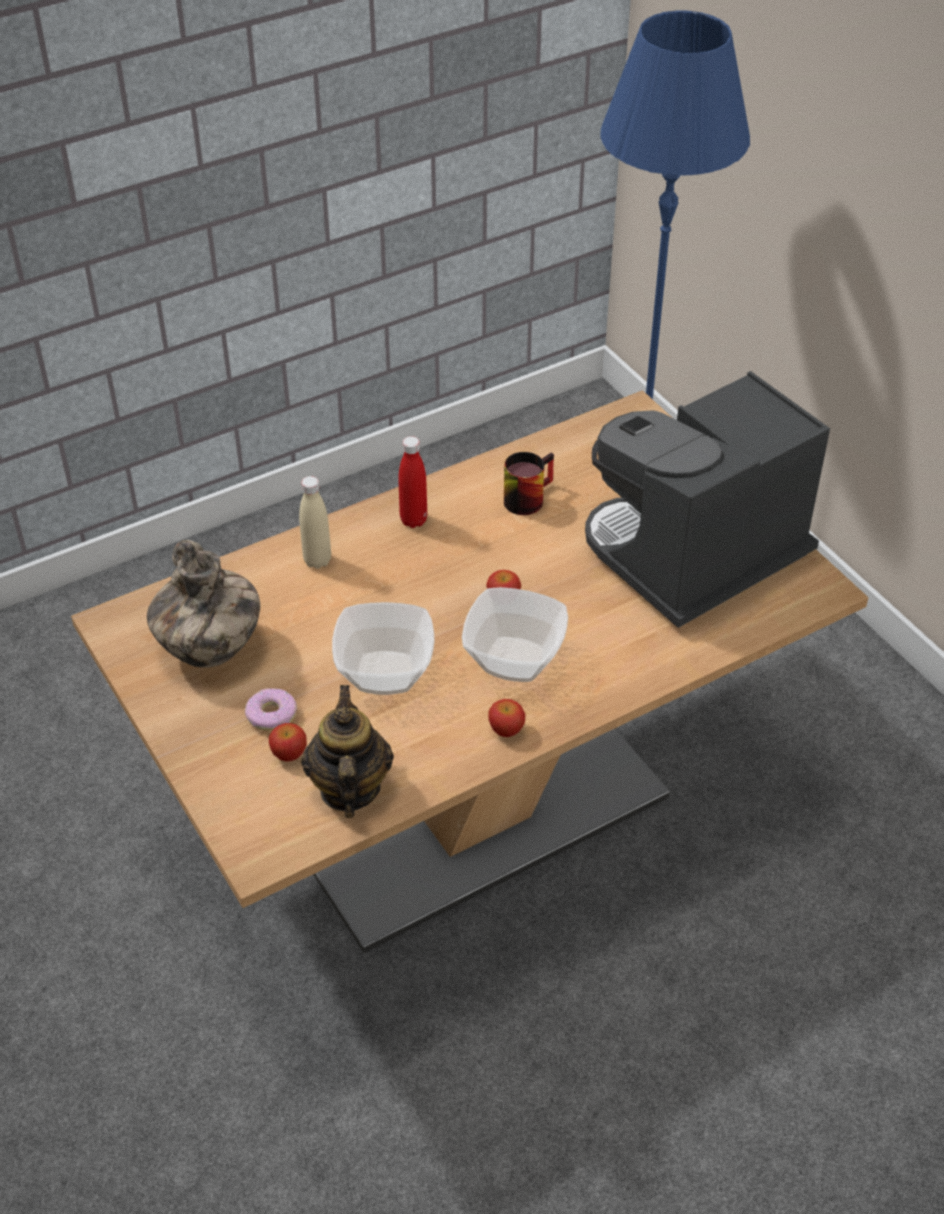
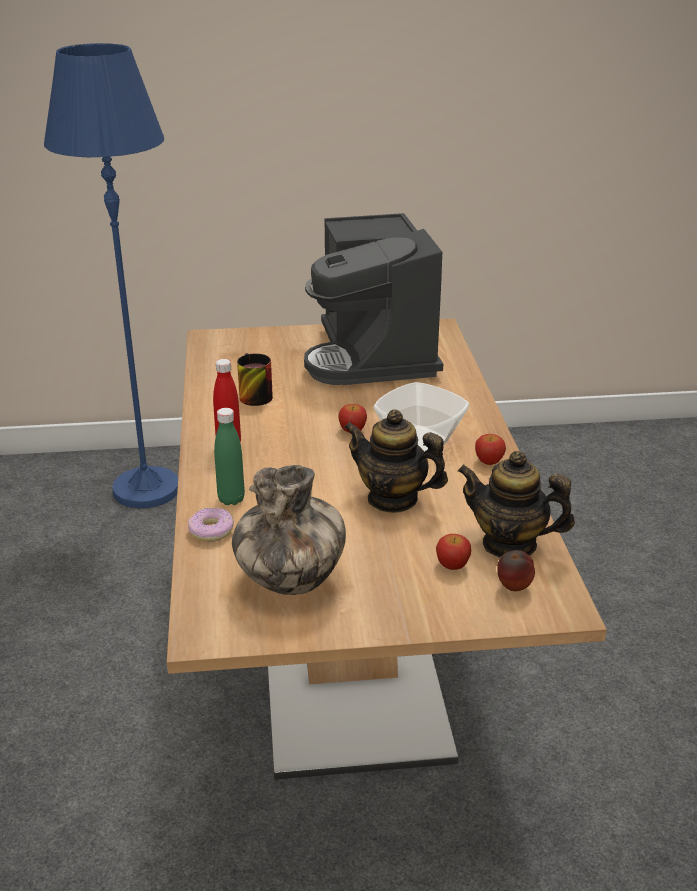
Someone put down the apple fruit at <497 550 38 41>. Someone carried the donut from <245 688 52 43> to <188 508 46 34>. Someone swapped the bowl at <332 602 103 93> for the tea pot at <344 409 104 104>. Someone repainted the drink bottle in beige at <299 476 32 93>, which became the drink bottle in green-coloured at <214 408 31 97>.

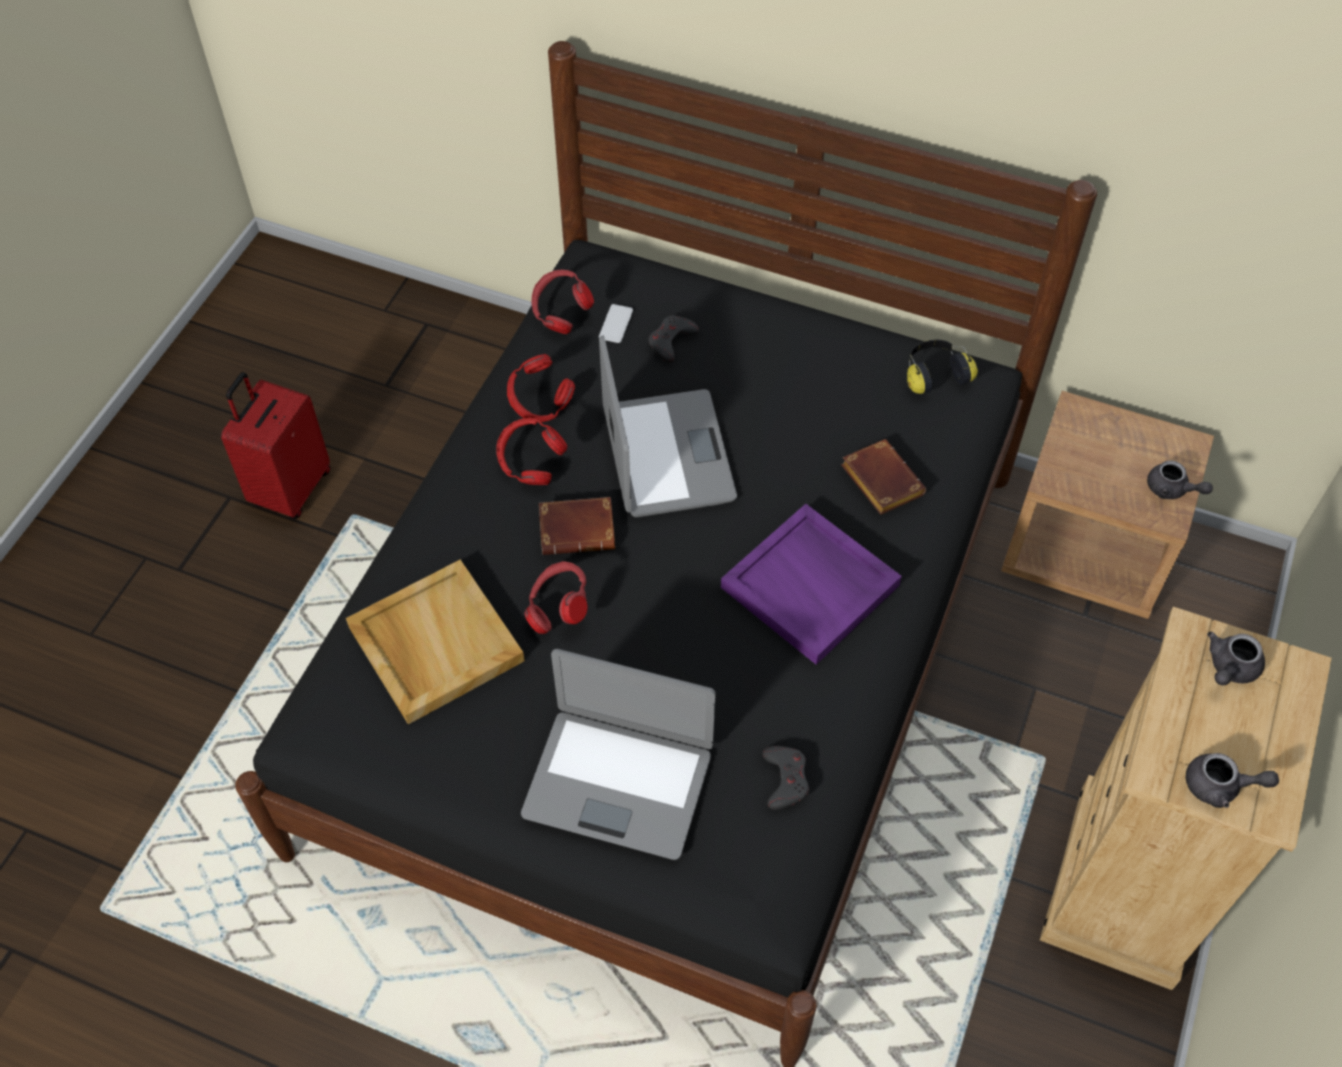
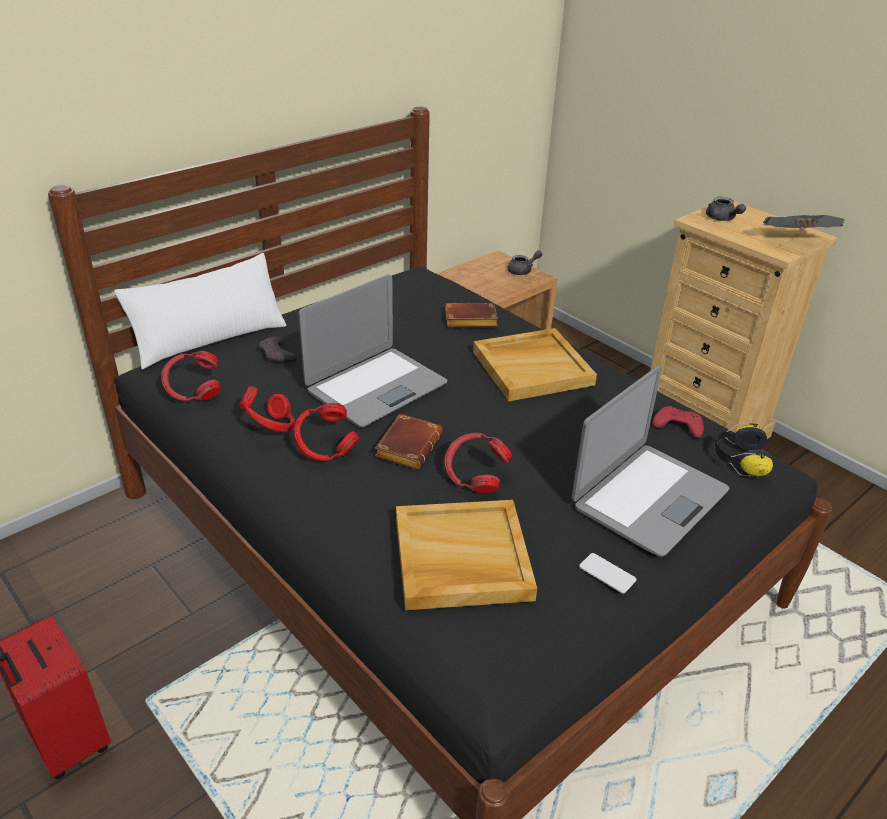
Someone put down the pillow in whitish at <114 253 173 116>. Someone carried the telephone from <599 304 34 39> to <579 553 58 40>. Someone carried the headphones from <907 340 71 54> to <715 423 58 55>. Someone swapped the tea pot in gray at <1186 753 93 55> for the newspaper at <763 215 82 15>. Someone repainted the carrying tray in purplish at <721 504 181 161>, which became the carrying tray in beige at <473 328 124 74>. Someone repainted the joypad in gray at <763 746 46 64>, which became the joypad in reddish at <652 406 52 32>. Someone rotated the notebook computer at <599 335 138 182> by 120 degrees clockwise.

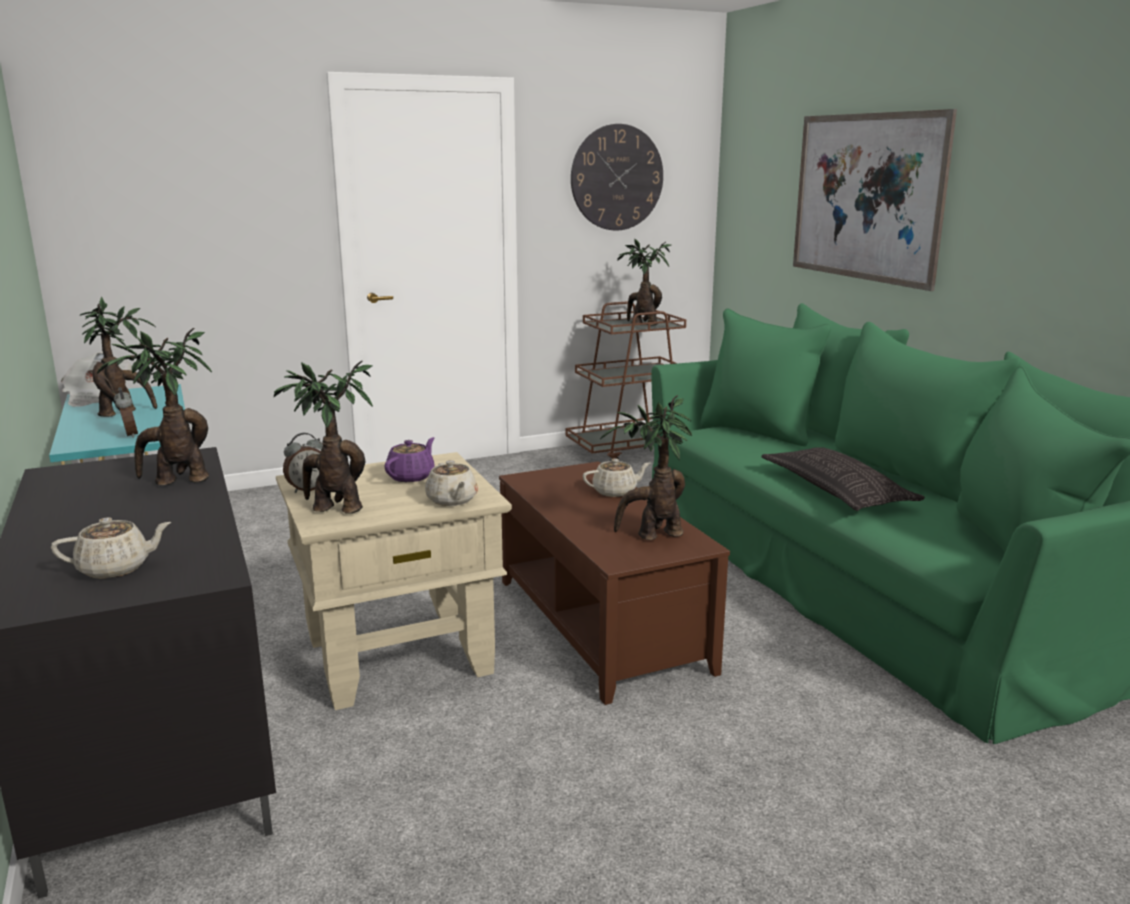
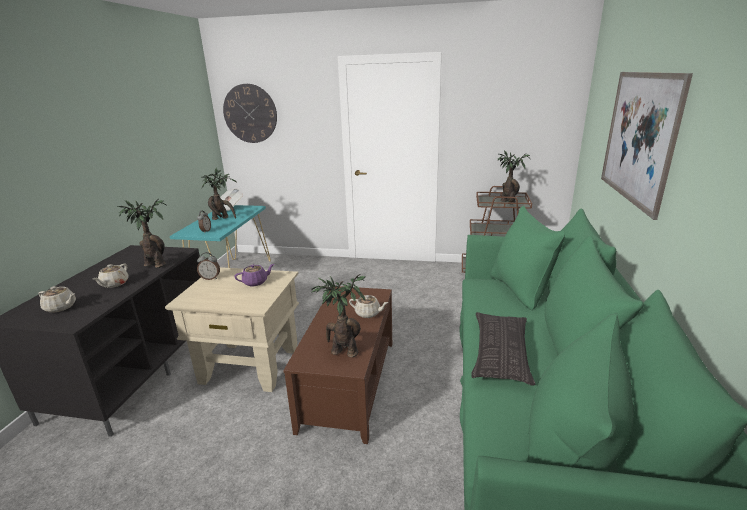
Someone took away the plant in a pot at <274 361 99 152>. Someone carried the tea pot in beige from <425 460 53 46> to <93 264 36 24>. Someone carried the clock on the wall from <571 124 92 107> to <223 84 54 59>.

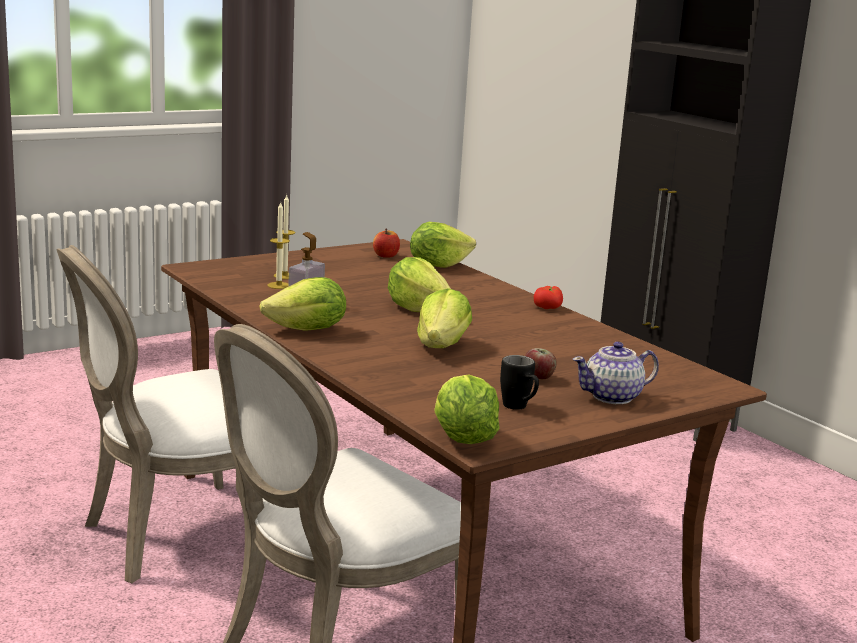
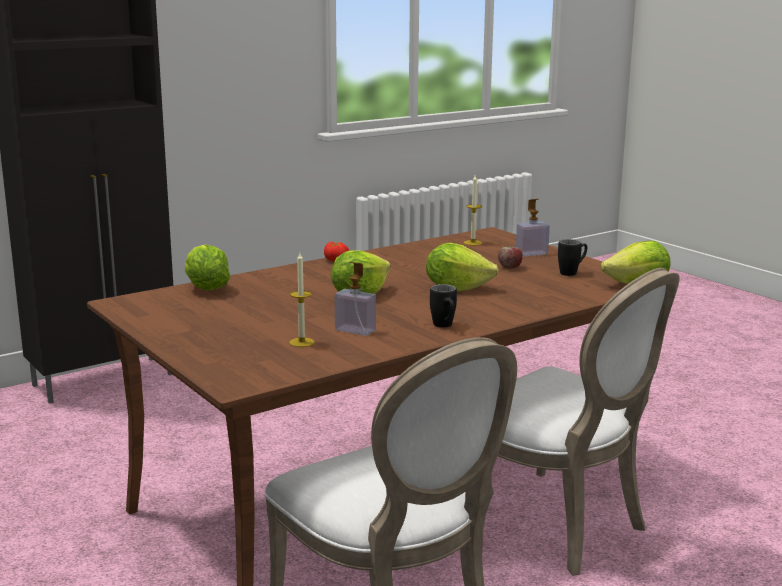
Someone took away the apple fruit at <373 228 27 30>. Someone carried the wax light from <274 194 21 85> to <464 175 18 71>. Someone swapped the head of lettuce at <259 277 87 54> for the mug in black-coloured at <430 284 27 44>. Someone swapped the tea pot at <572 341 87 63> for the soap dispenser at <516 199 34 58>.

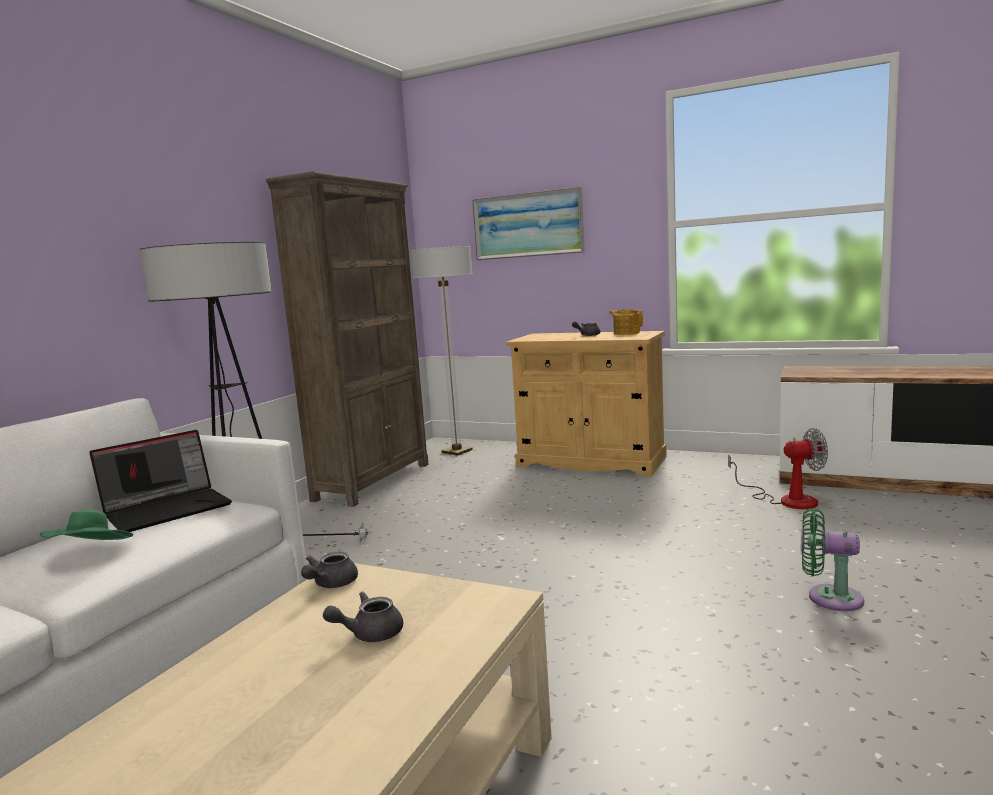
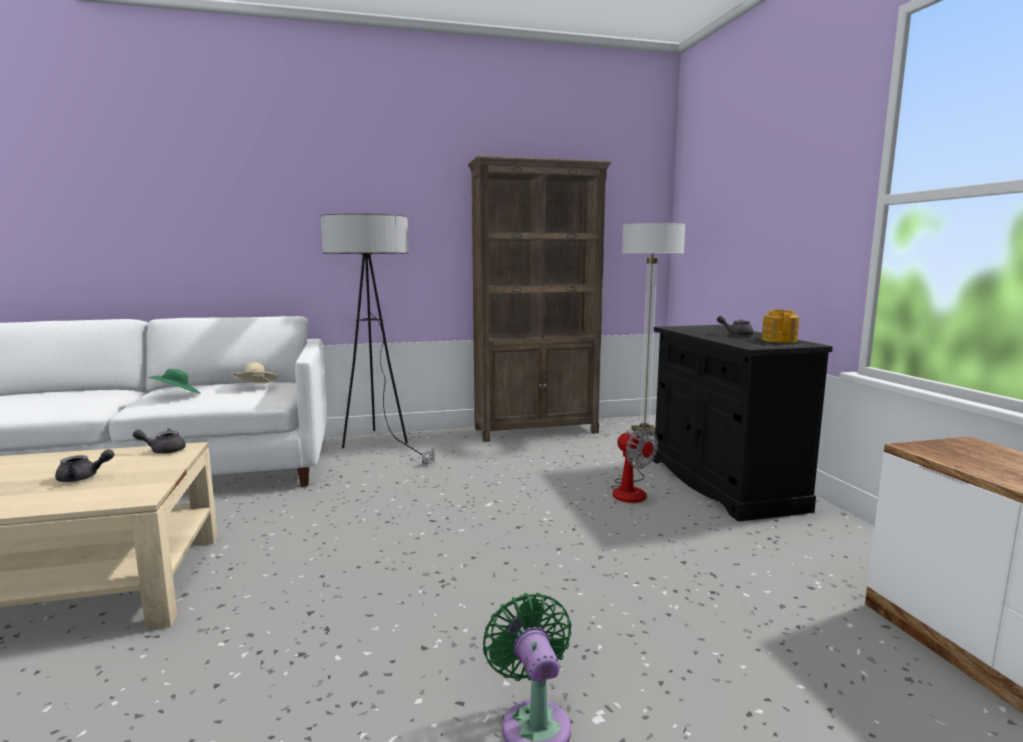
Someone took away the wall picture at <472 187 113 73>. Someone carried the electric fan from <728 428 100 81> to <611 427 47 76>. Someone swapped the notebook computer at <89 430 143 102> for the clothing hat in beige at <230 363 48 21>. Someone repainted the cabinet in beige at <506 331 161 145>, which became the cabinet in black-coloured at <651 325 182 196>. Someone rotated the tea pot in gray at <323 592 80 50> by 135 degrees clockwise.

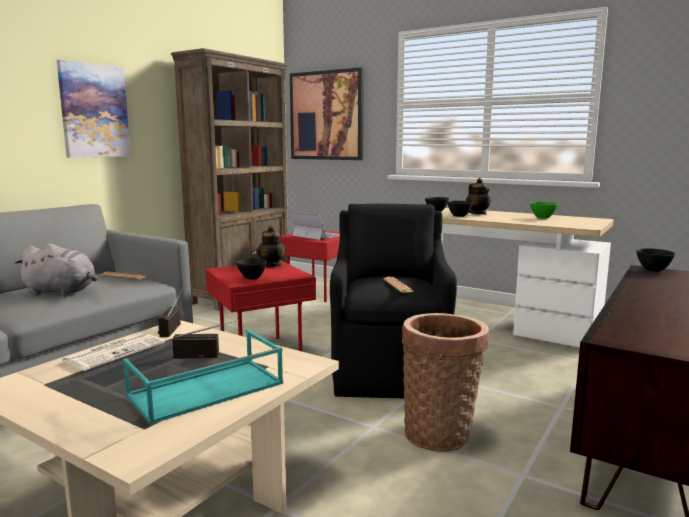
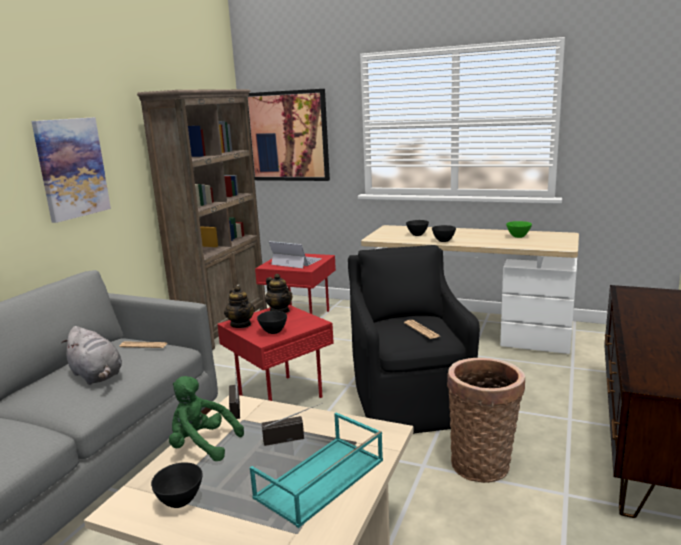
Someone carried the tea pot from <466 178 25 37> to <224 286 31 42>. Someone carried the bowl in black-coloured from <636 248 39 24> to <151 462 52 46>. Someone swapped the newspaper at <62 333 103 38> for the soft toy in green-coloured at <169 376 75 85>. Someone rotated the soft toy in gray at <15 244 82 52> by 45 degrees clockwise.

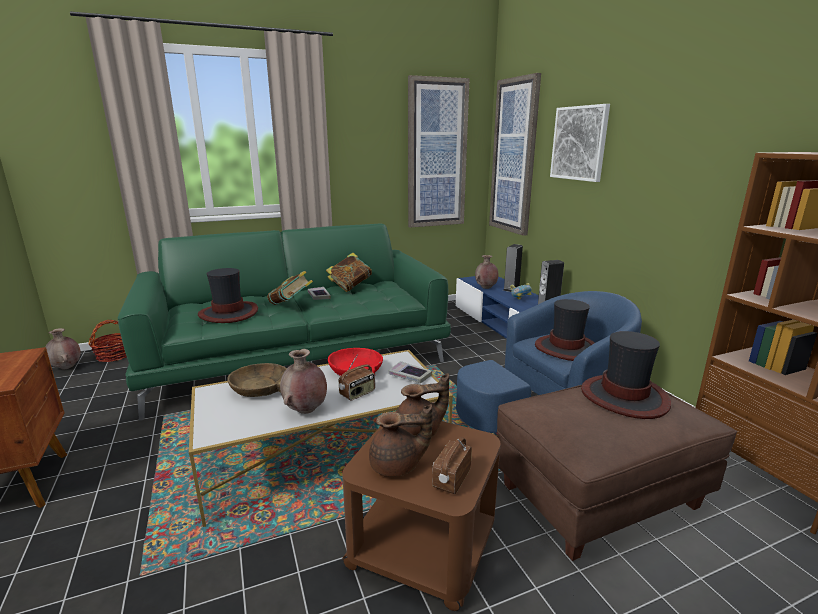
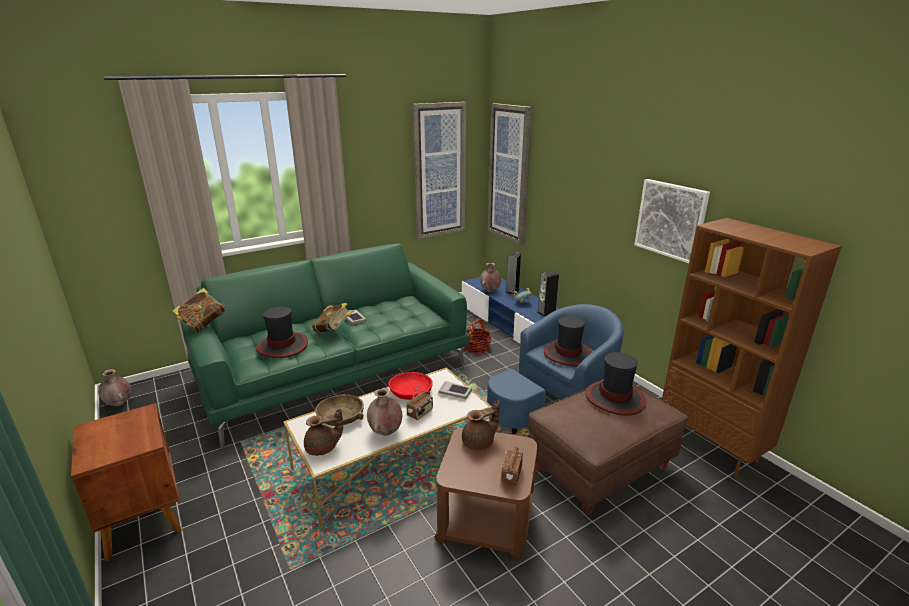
Someone carried the household basket from <88 320 39 42> to <463 319 29 34>. Someone carried the volume from <326 253 46 39> to <172 288 54 45>. Someone carried the tea pot in brown from <369 404 63 73> to <304 409 39 47>. Someone carried the wall picture from <550 104 60 78> to <635 179 75 84>.

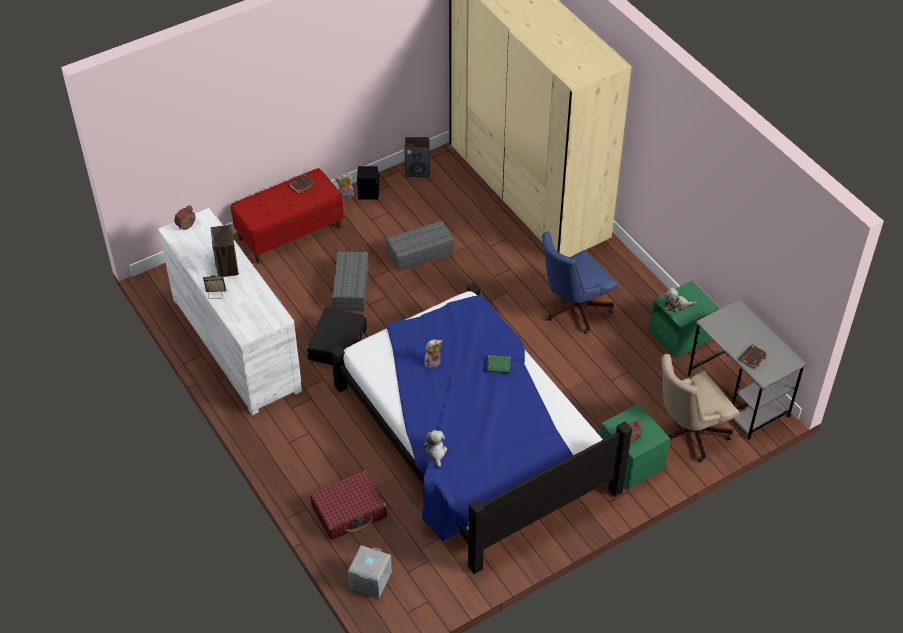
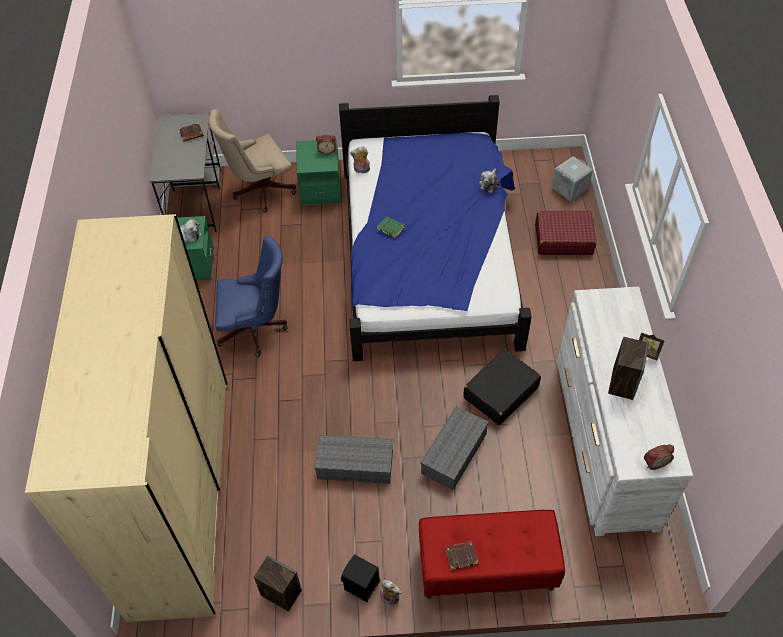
Someone carried the soft toy from <425 339 18 29> to <350 147 20 26>. Someone rotated the desk chair in beige at <661 354 78 108> by 150 degrees clockwise.

